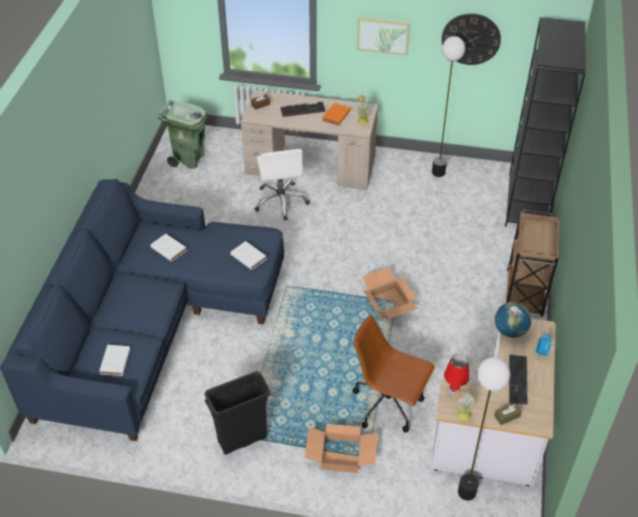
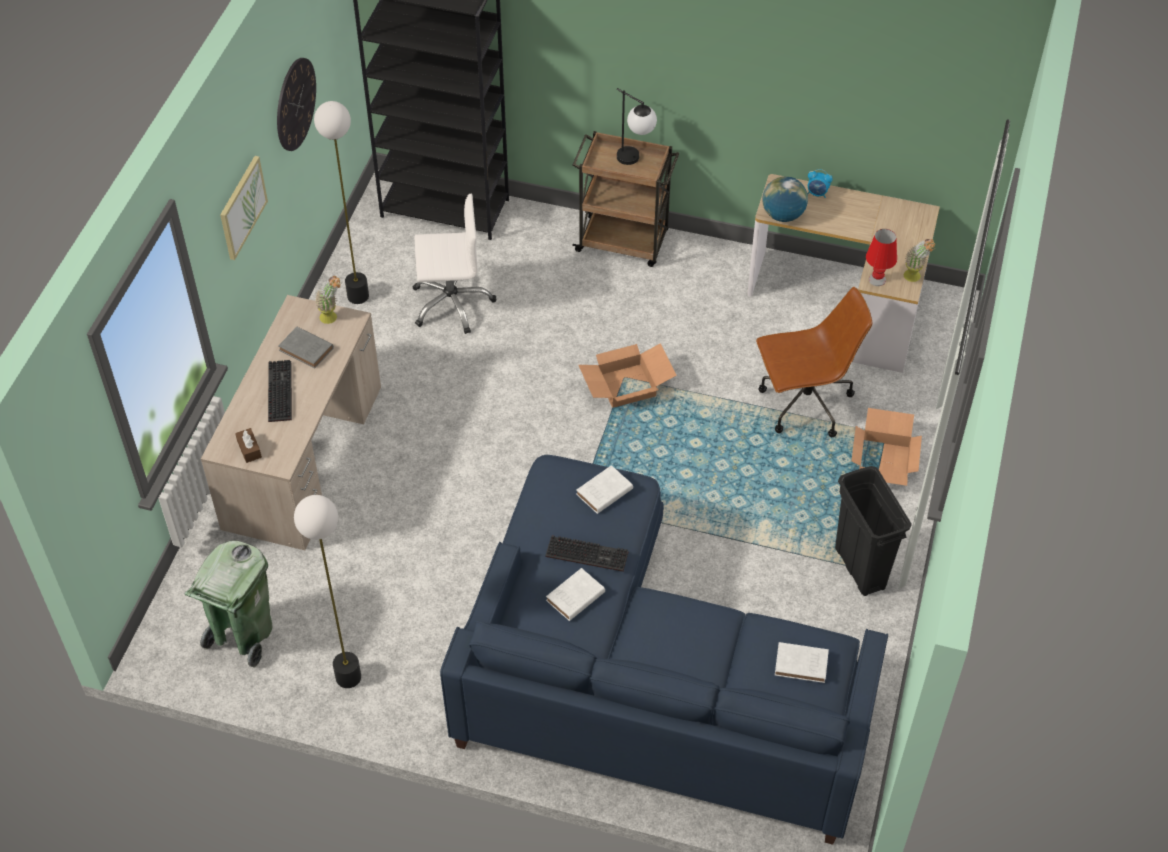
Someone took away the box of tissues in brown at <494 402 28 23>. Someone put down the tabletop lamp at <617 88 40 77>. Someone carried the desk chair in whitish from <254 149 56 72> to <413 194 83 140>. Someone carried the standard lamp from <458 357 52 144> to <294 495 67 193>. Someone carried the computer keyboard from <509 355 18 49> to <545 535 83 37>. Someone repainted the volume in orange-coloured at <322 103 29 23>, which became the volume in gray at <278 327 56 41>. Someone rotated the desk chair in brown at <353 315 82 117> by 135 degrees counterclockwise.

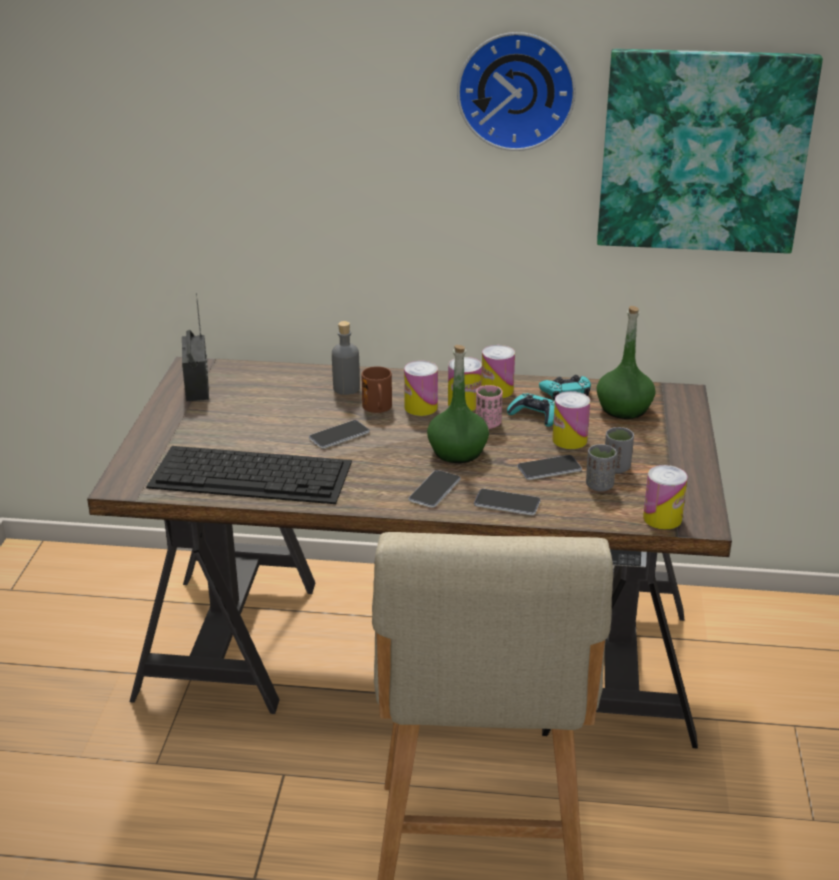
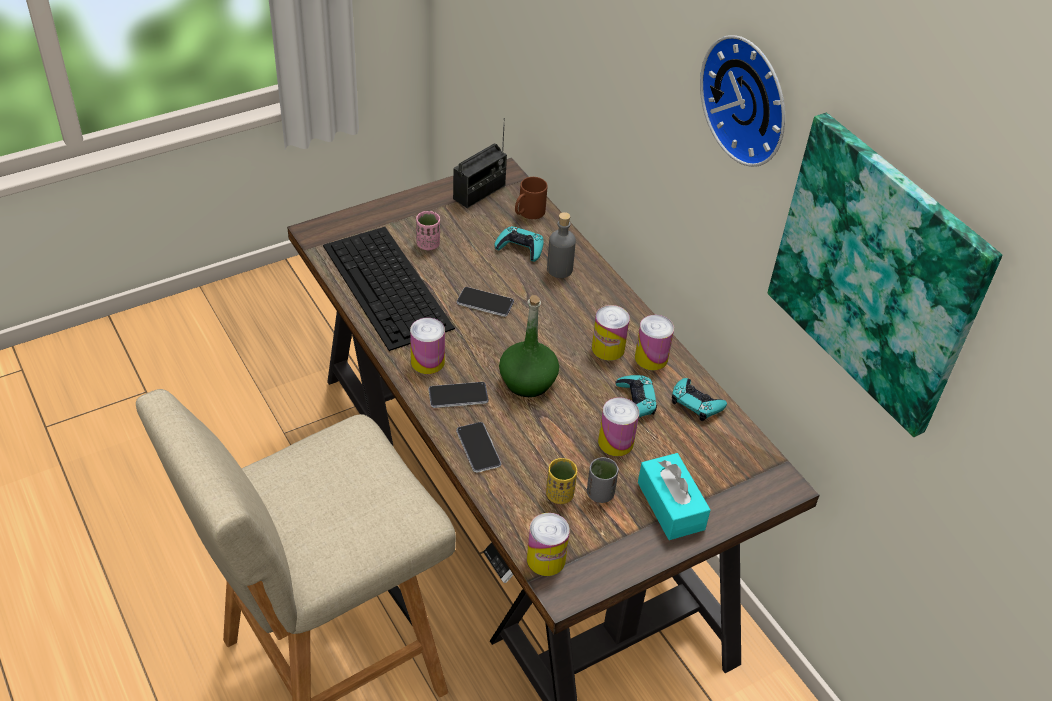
Someone took away the telephone at <517 455 65 25>. Someone took away the drink bottle in green-coloured at <597 306 59 113>. Someone put down the joypad in turquoise at <494 226 50 36>. Someone put down the box of tissues in turquoise at <638 453 72 87>. Someone carried the mug in brown from <361 366 31 47> to <515 177 33 42>. Someone carried the metal can from <404 361 34 55> to <410 318 35 56>. Someone carried the cup in pink from <476 385 27 44> to <416 211 24 39>. Someone repainted the cup in gray at <586 444 31 48>, which became the cup in yellow-coloured at <546 458 31 46>.

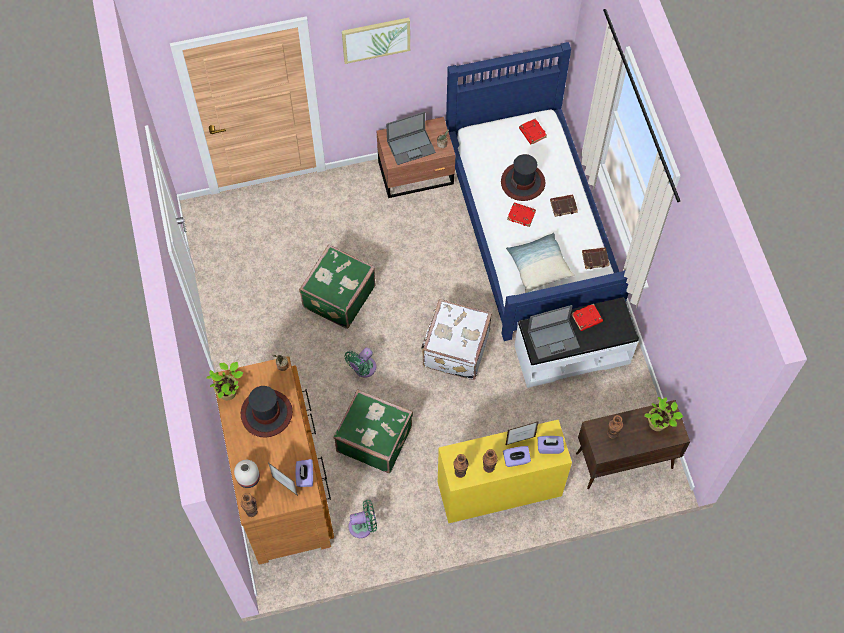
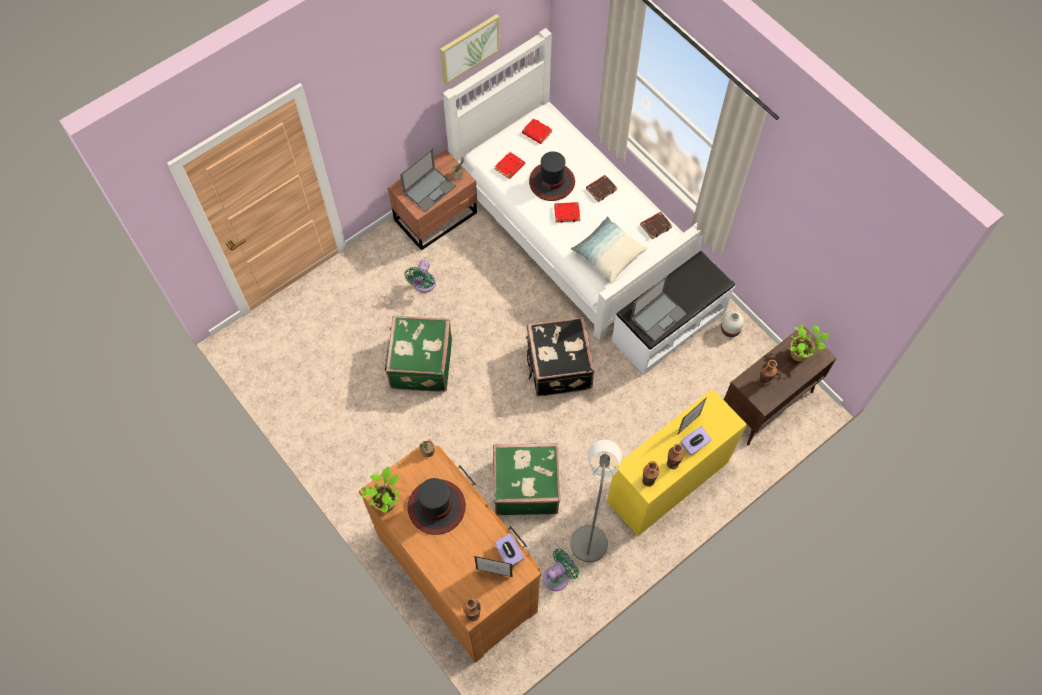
Someone took away the box of tissues in purplish at <538 436 26 18>. Someone put down the standard lamp in gray at <570 440 52 122>. Someone carried the decorative vase in whitish from <234 460 26 28> to <721 311 23 26>. Someone carried the wall picture from <342 18 68 46> to <440 14 60 70>. Someone carried the electric fan in green-coloured from <344 347 32 31> to <404 260 32 33>. Someone carried the volume in reddish from <571 304 32 27> to <495 152 30 27>. Someone repainted the piece of luggage in whitish at <421 299 71 81>, which became the piece of luggage in black-coloured at <526 317 69 79>. Someone repainted the bedroom bed in blue-coloured at <446 42 183 299>, which became the bedroom bed in whitish at <443 28 260 312>.

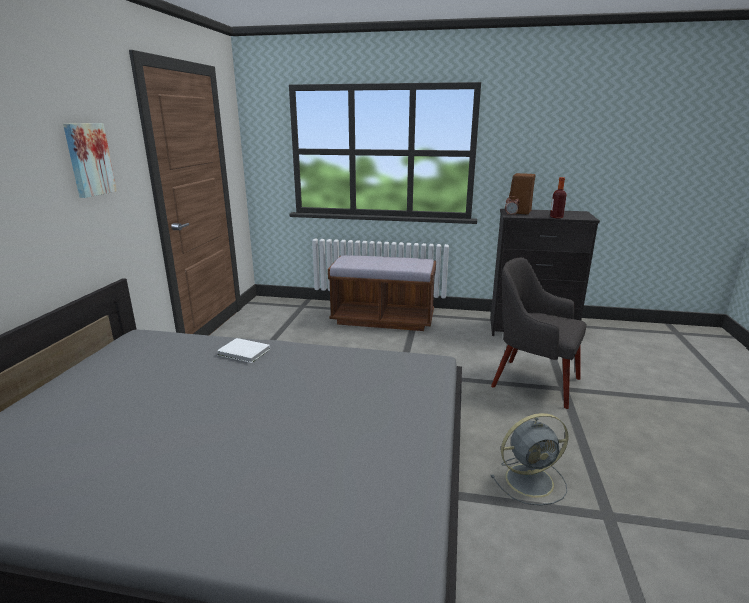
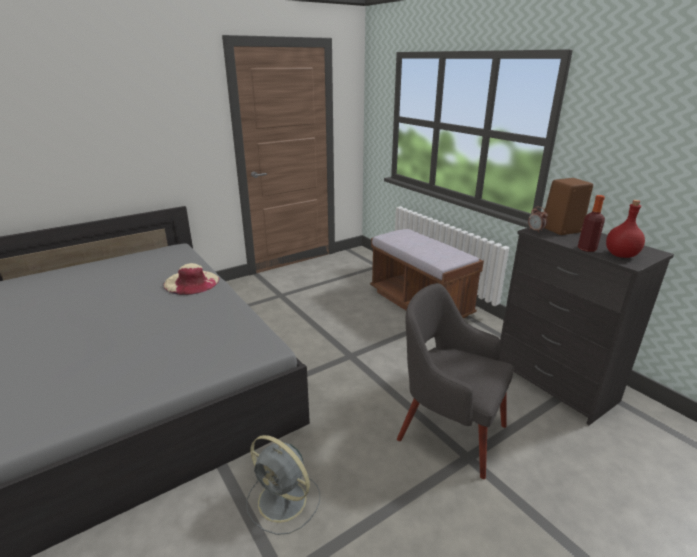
Someone took away the wall picture at <63 123 54 75>. Someone put down the drink bottle in reddish at <606 200 39 58>. Someone swapped the volume in whitish at <217 338 53 25> for the clothing hat in beige at <163 263 56 32>. Someone rotated the lounge chair in gray at <491 257 96 152> by 45 degrees counterclockwise.

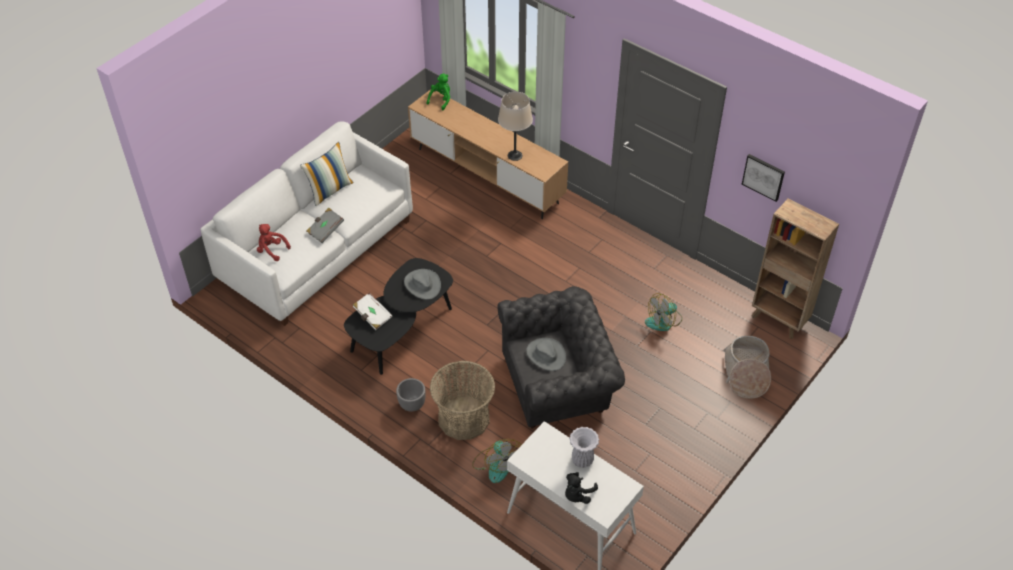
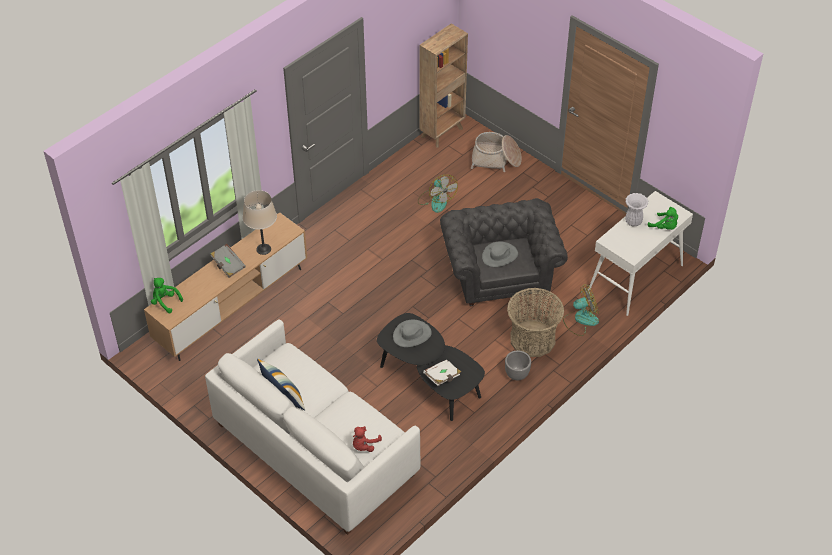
Someone took away the wall picture at <742 154 43 48>. Someone carried the volume in gray from <306 208 38 35> to <211 244 35 34>. Someone repainted the soft toy in black-coloured at <565 472 33 32>, which became the soft toy in green-coloured at <648 207 30 23>.

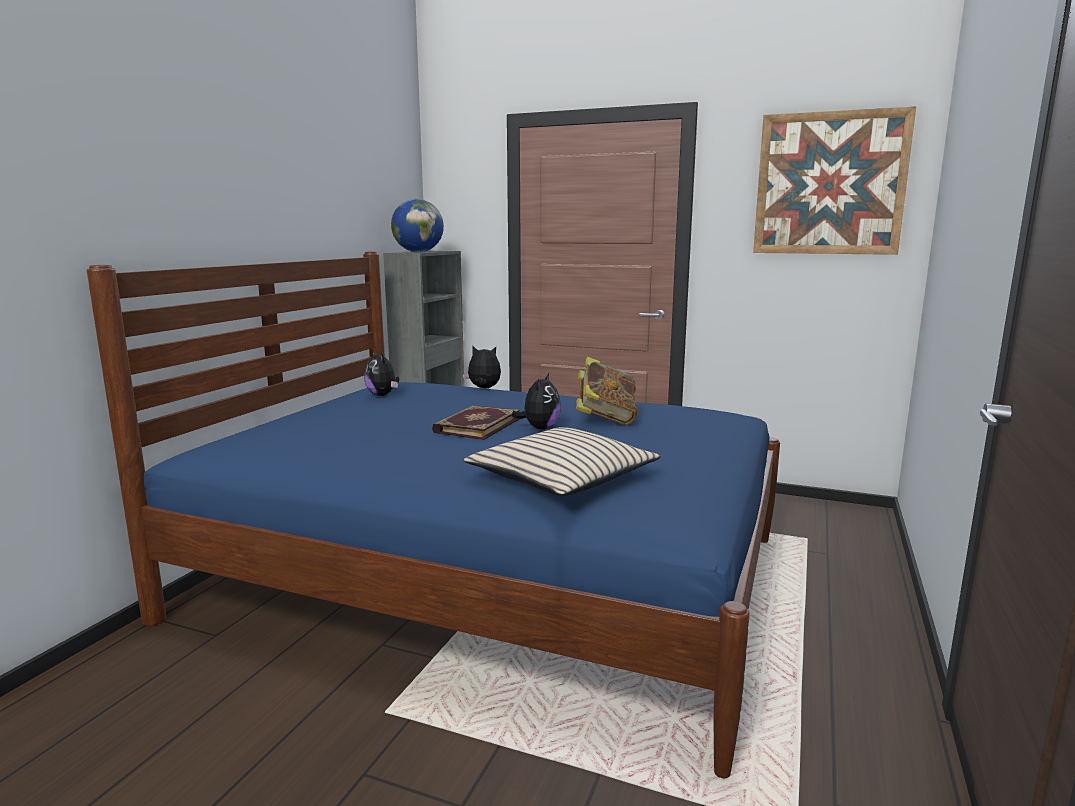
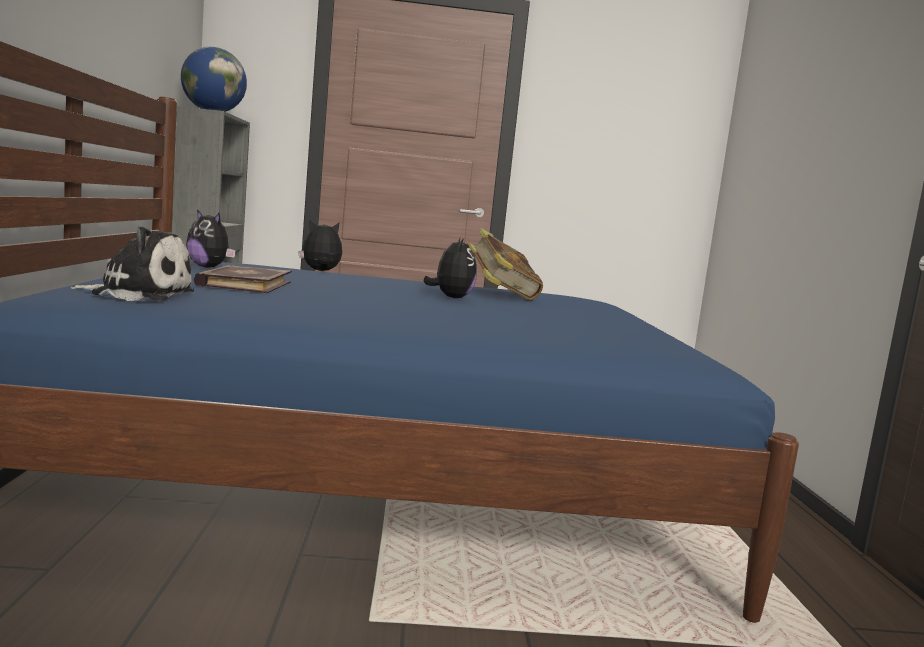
Someone took away the pillow in beige at <464 427 197 69>. Someone took away the wall picture at <753 106 163 149>. Someone put down the soft toy at <71 226 123 75>. Someone carried the volume from <432 405 88 35> to <194 265 98 28>.

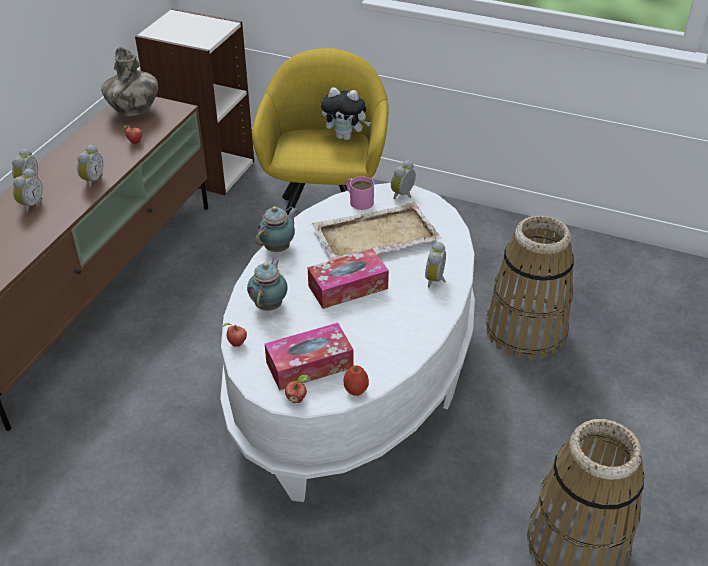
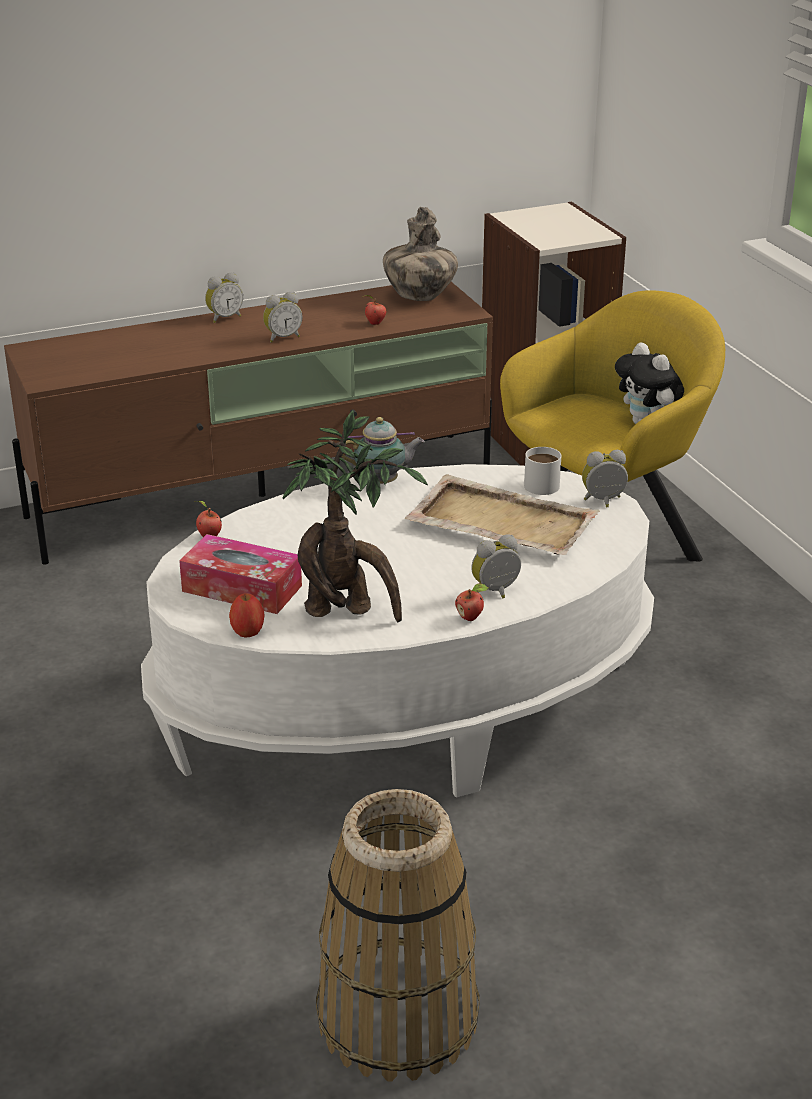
Someone took away the bedside clock at <13 168 30 45>. Someone took away the tea pot at <247 258 41 53>. Someone took away the box of tissues at <308 249 81 60>. Someone took away the household basket at <486 215 88 145>. Someone put down the plant in a pot at <282 410 146 213>. Someone carried the apple fruit from <285 375 23 28> to <455 583 33 38>. Someone repainted the mug in pink at <346 176 28 34>, which became the mug in whitish at <524 447 37 48>.

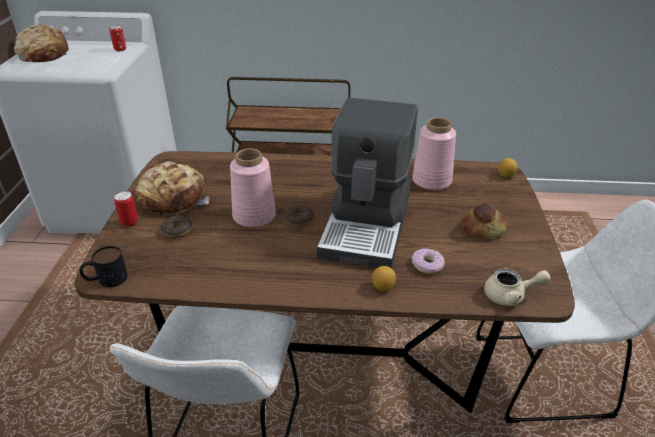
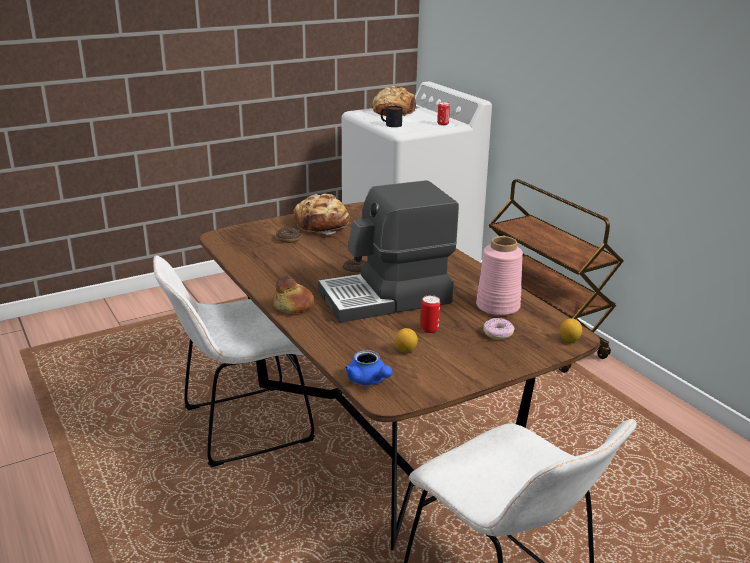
Someone took away the decorative vase in pink at <230 148 46 79>. Someone carried the mug from <79 246 49 41> to <381 106 22 21>. Someone carried the metal can from <114 191 24 36> to <420 295 21 38>. Someone carried the lemon from <372 266 24 25> to <395 328 23 25>. Someone carried the donut from <411 248 34 26> to <483 318 31 21>. Someone carried the bread from <462 203 45 36> to <272 276 42 38>. Someone repainted the tea pot in beige at <484 269 66 37>, which became the tea pot in blue-coloured at <344 350 48 35>.

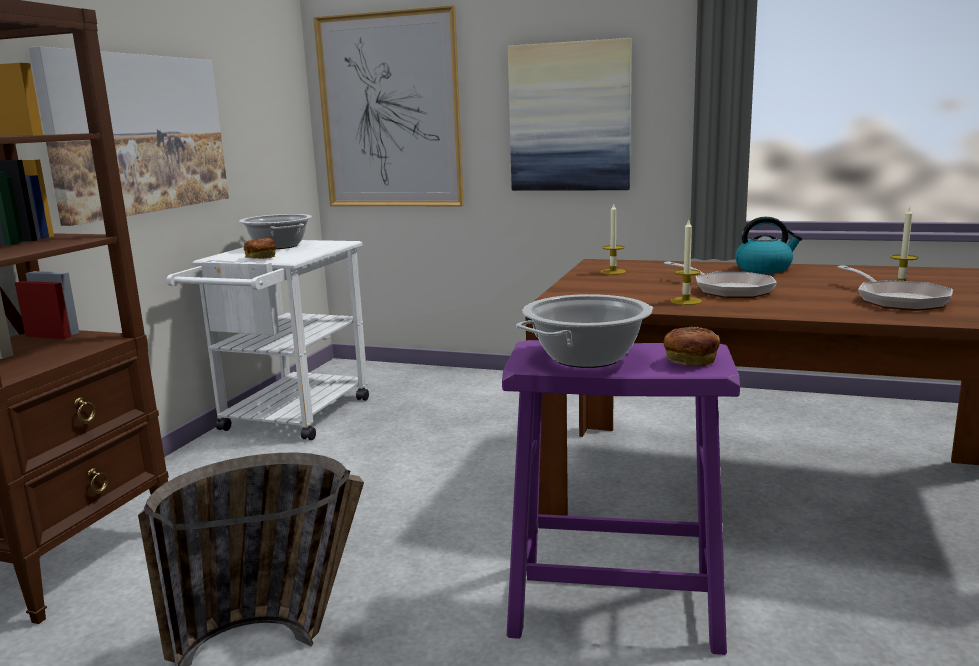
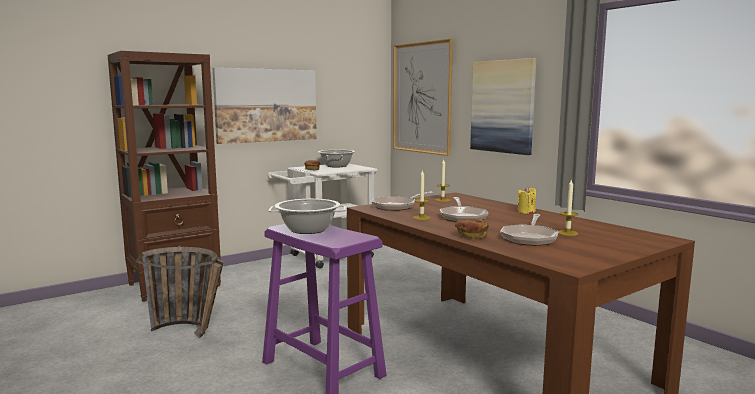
Someone put down the skillet at <372 192 61 19>. Someone carried the bread from <663 327 57 39> to <455 219 34 21>. Someone swapped the kettle at <735 217 67 56> for the wax light in yellow-coloured at <517 187 19 27>.

